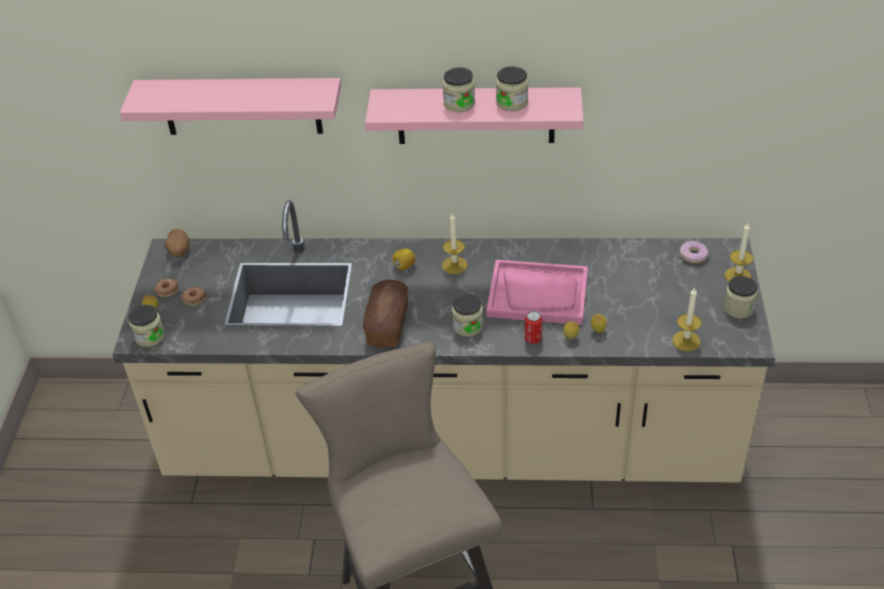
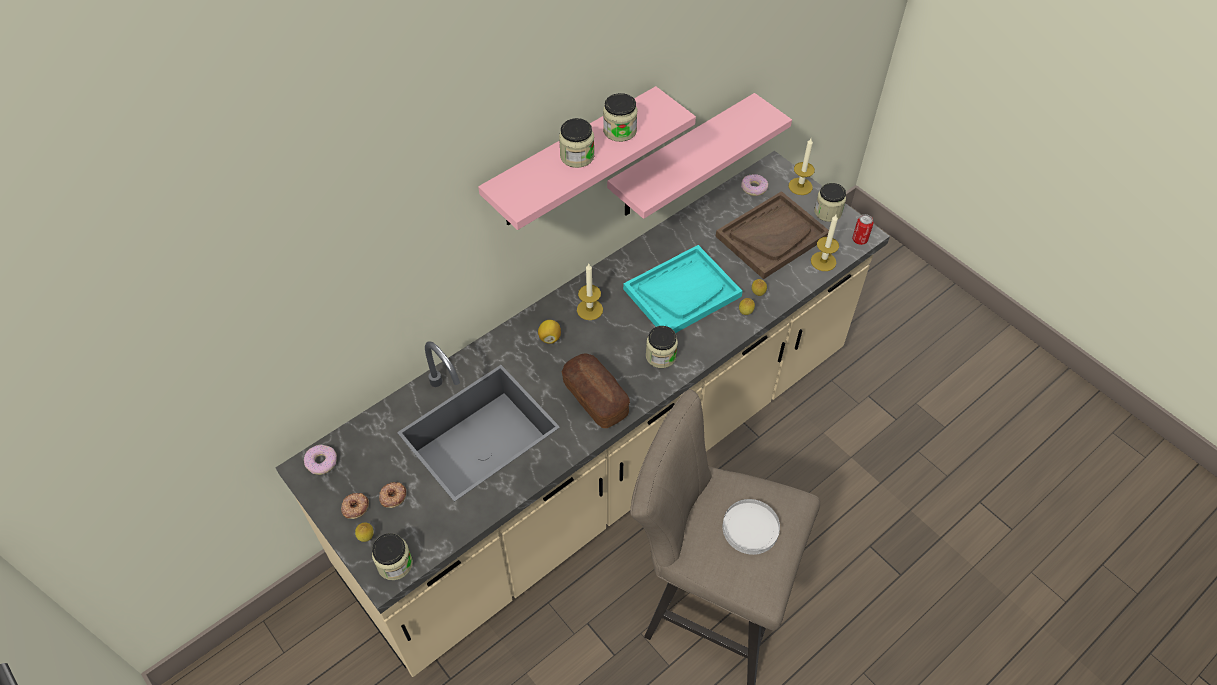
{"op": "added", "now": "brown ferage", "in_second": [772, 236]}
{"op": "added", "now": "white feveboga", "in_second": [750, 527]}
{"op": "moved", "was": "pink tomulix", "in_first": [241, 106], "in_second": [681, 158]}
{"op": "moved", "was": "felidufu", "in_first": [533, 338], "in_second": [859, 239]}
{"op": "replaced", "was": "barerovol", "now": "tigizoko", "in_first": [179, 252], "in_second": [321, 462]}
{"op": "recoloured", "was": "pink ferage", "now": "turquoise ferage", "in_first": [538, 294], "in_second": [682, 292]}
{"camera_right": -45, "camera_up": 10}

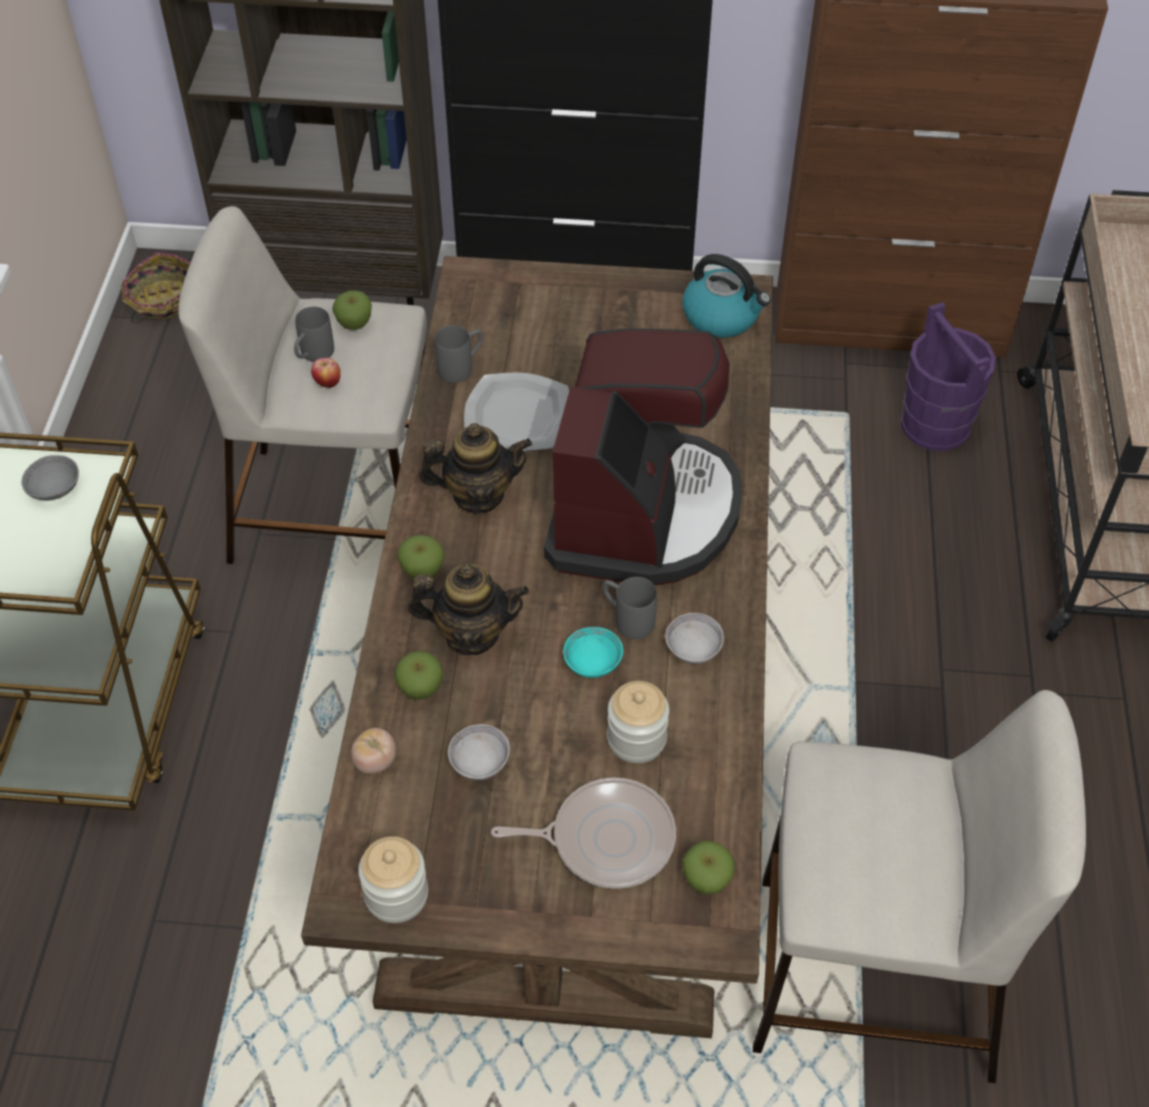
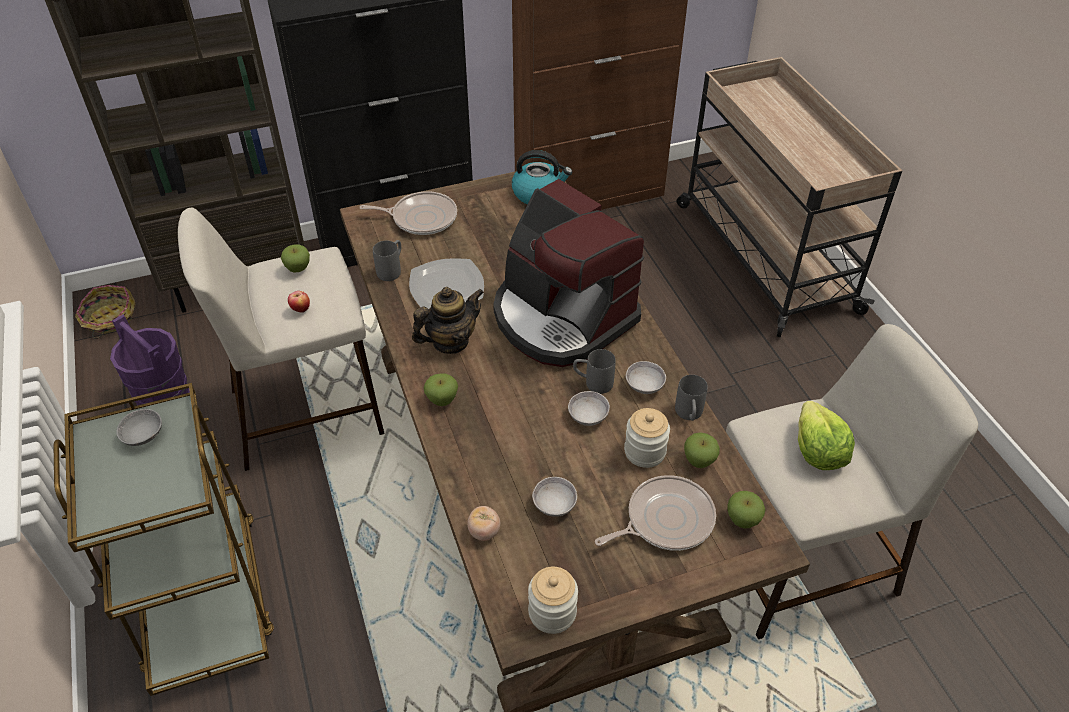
{"op": "removed", "was": "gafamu", "in_first": [471, 633]}
{"op": "added", "now": "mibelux", "in_second": [421, 218]}
{"op": "added", "now": "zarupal", "in_second": [817, 450]}
{"op": "moved", "was": "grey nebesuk", "in_first": [313, 356], "in_second": [689, 415]}
{"op": "moved", "was": "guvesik", "in_first": [420, 689], "in_second": [699, 461]}
{"op": "moved", "was": "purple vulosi", "in_first": [935, 425], "in_second": [164, 398]}
{"op": "recoloured", "was": "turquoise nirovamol", "now": "grey nirovamol", "in_first": [593, 663], "in_second": [588, 416]}
{"op": "turned", "was": "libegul", "in_first": [642, 512], "in_second": [561, 317], "clockwise": 150}
{"camera_right": -25, "camera_up": -5}

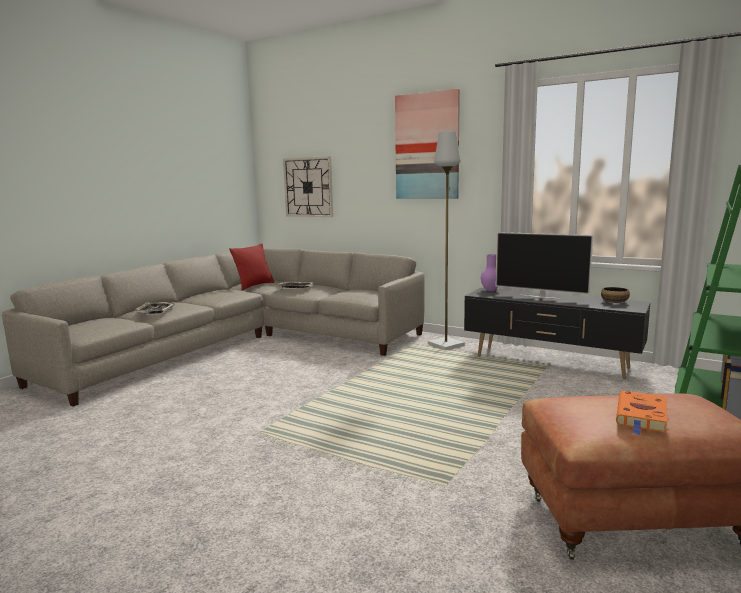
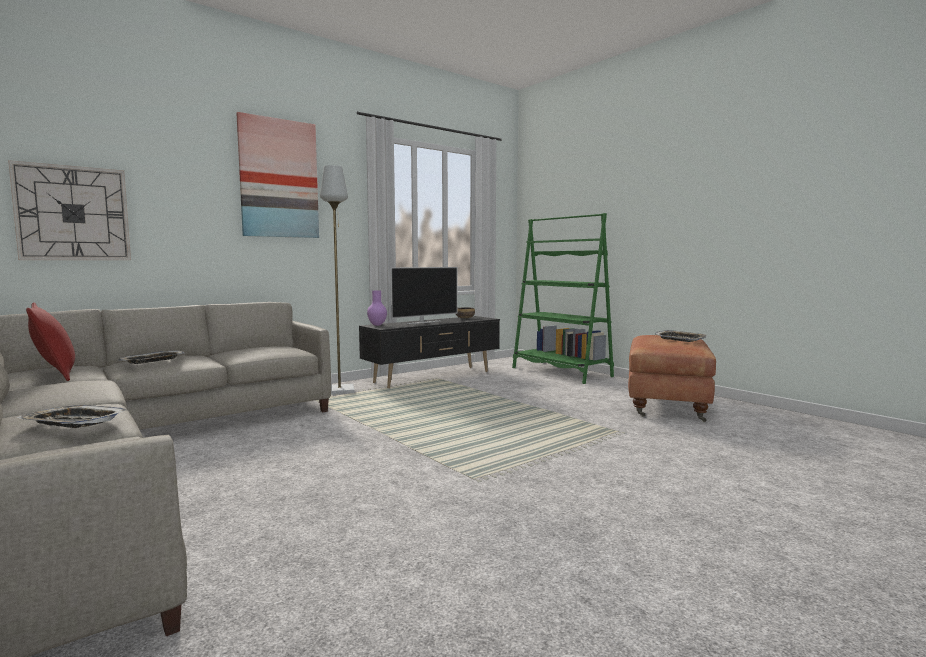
{"op": "replaced", "was": "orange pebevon", "now": "ferage", "in_first": [641, 416], "in_second": [680, 339]}
{"camera_right": -70, "camera_up": -5}

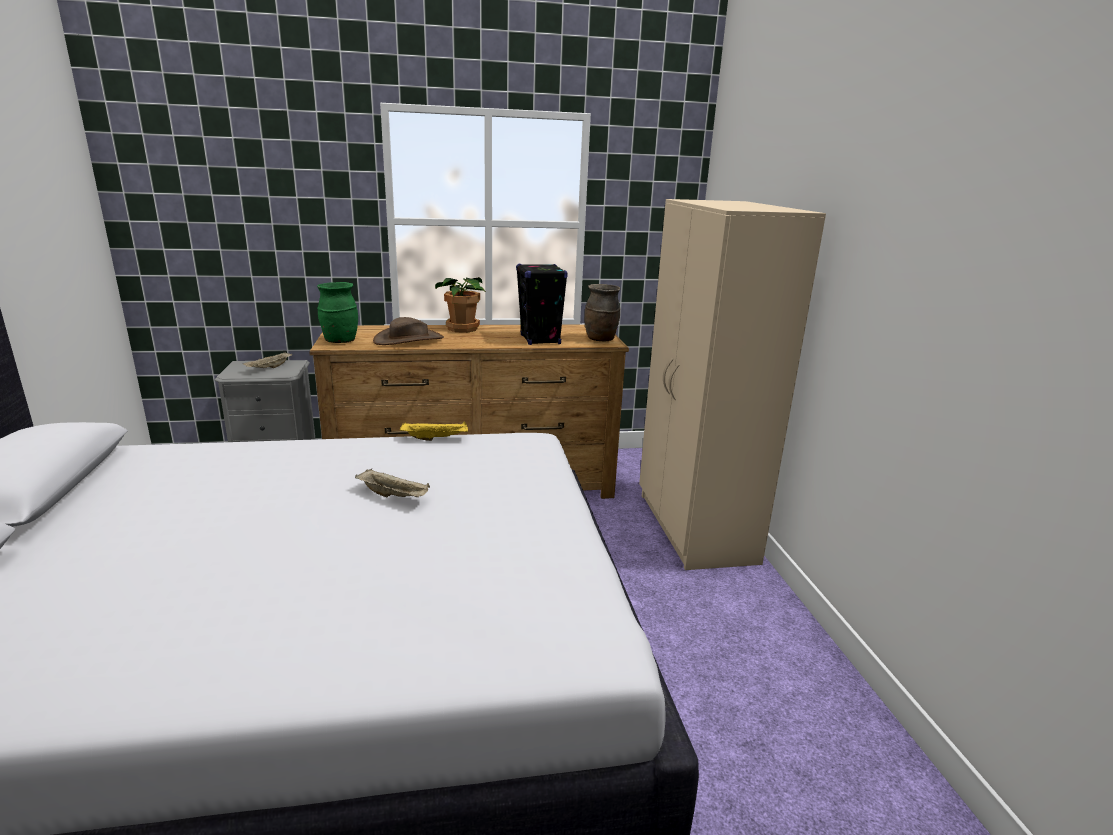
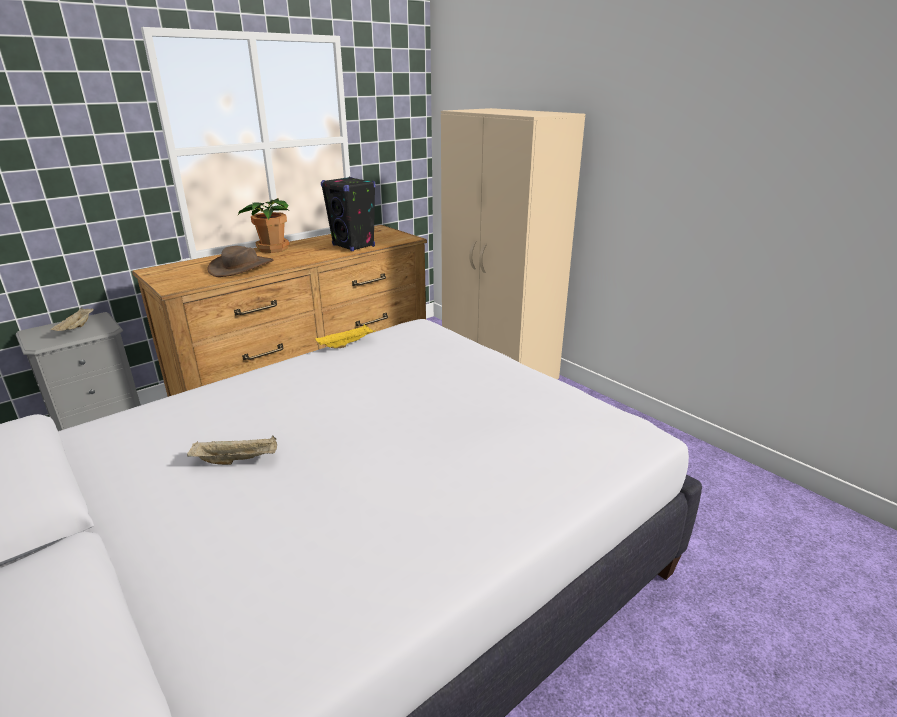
{"op": "removed", "was": "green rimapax", "in_first": [340, 341]}
{"op": "removed", "was": "brown rimapax", "in_first": [601, 339]}
{"op": "moved", "was": "beige ferage", "in_first": [394, 496], "in_second": [237, 460]}
{"camera_right": -30, "camera_up": 5}

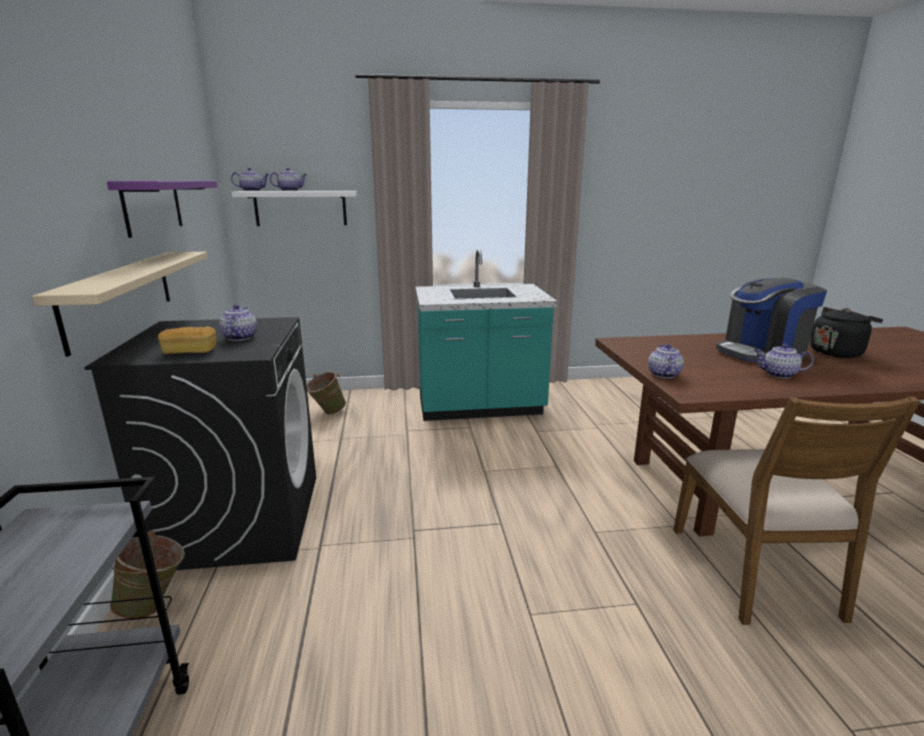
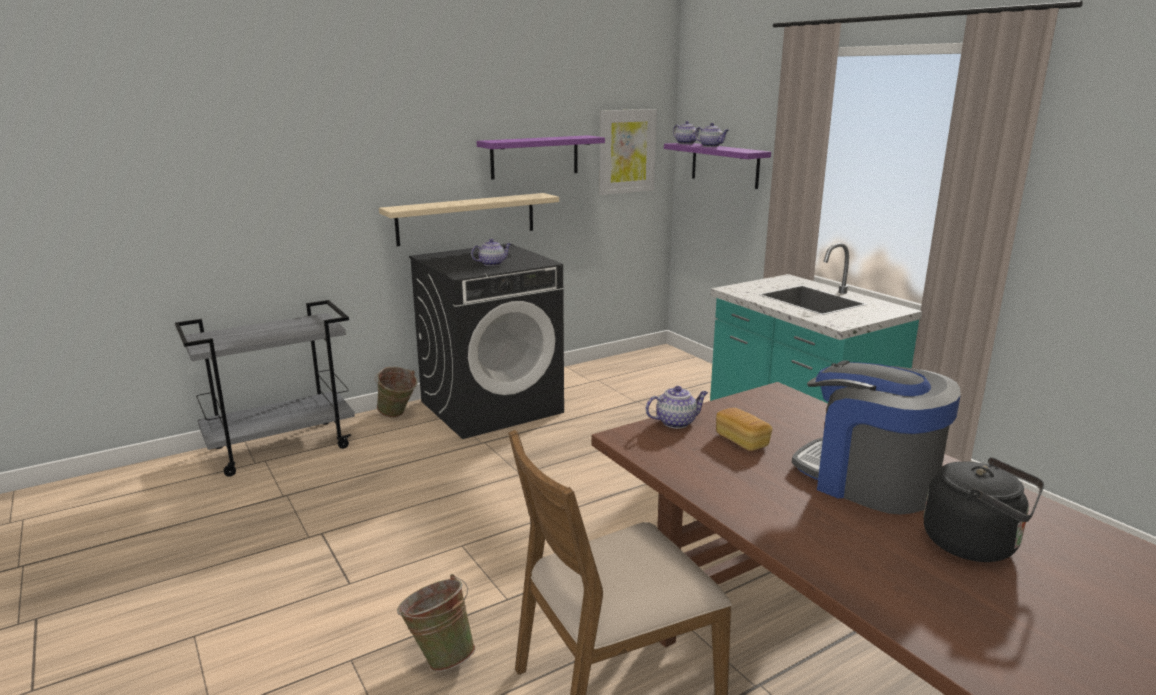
{"op": "removed", "was": "gafamu", "in_first": [778, 374]}
{"op": "added", "now": "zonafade", "in_second": [627, 151]}
{"op": "moved", "was": "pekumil", "in_first": [190, 351], "in_second": [742, 441]}
{"op": "moved", "was": "green vulosi", "in_first": [327, 412], "in_second": [440, 656]}
{"op": "recoloured", "was": "white tomulix", "now": "purple tomulix", "in_first": [300, 208], "in_second": [725, 165]}
{"camera_right": 65, "camera_up": 0}

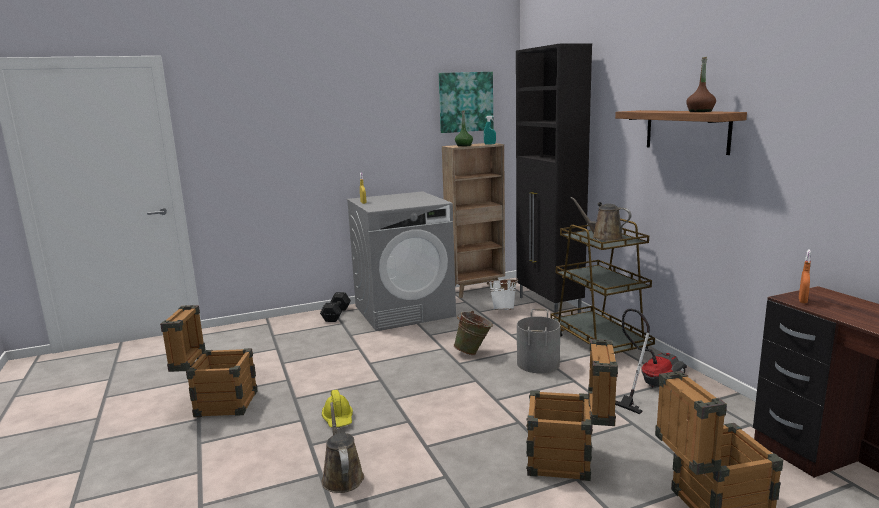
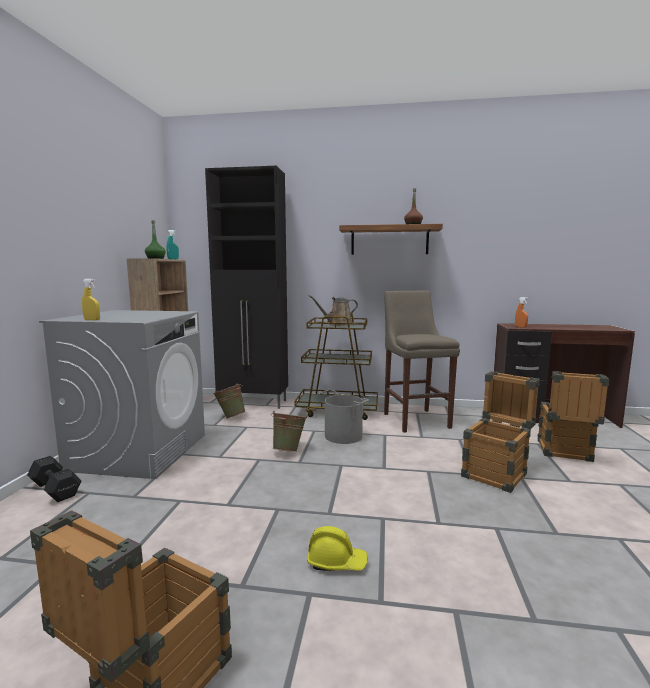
{"op": "removed", "was": "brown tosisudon", "in_first": [342, 476]}
{"op": "removed", "was": "zonafade", "in_first": [465, 102]}
{"op": "replaced", "was": "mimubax", "now": "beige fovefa", "in_first": [649, 385], "in_second": [415, 419]}
{"op": "recoloured", "was": "white vulosi", "now": "green vulosi", "in_first": [503, 310], "in_second": [230, 417]}
{"camera_right": -60, "camera_up": -5}

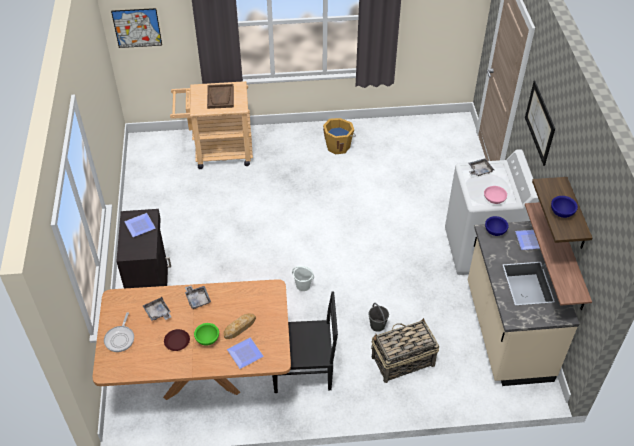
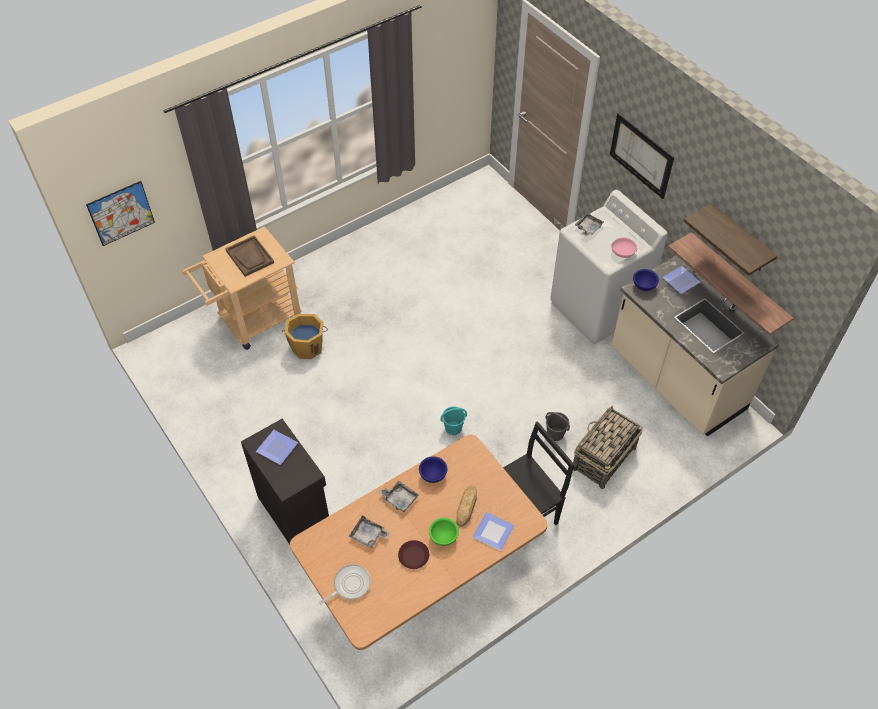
{"op": "moved", "was": "orange vulosi", "in_first": [338, 146], "in_second": [307, 346]}
{"op": "moved", "was": "blue nirovamol", "in_first": [562, 213], "in_second": [433, 475]}
{"op": "recoloured", "was": "white vulosi", "now": "turquoise vulosi", "in_first": [303, 285], "in_second": [453, 428]}
{"op": "turned", "was": "mibelux", "in_first": [120, 338], "in_second": [350, 585], "clockwise": -105}
{"camera_right": -30, "camera_up": 5}

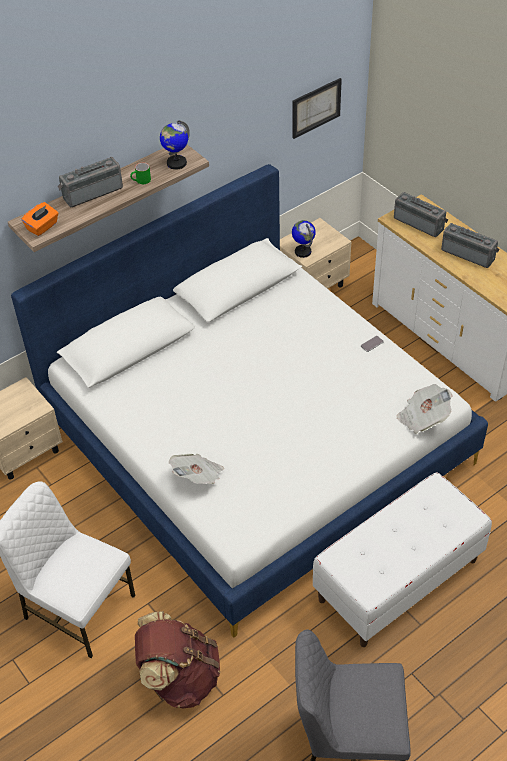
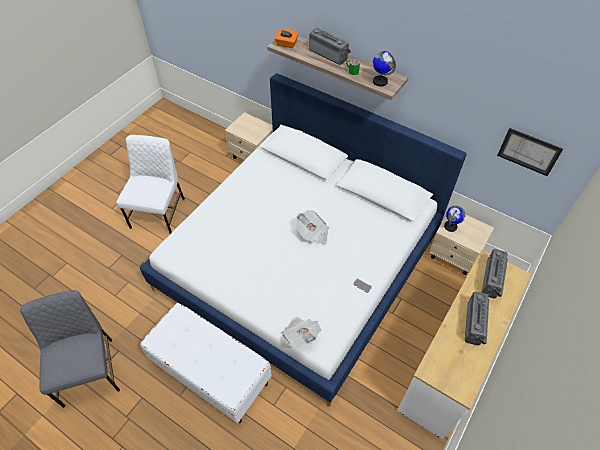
{"op": "removed", "was": "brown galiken", "in_first": [180, 677]}
{"op": "moved", "was": "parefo", "in_first": [198, 476], "in_second": [313, 233]}
{"camera_right": 70, "camera_up": 5}

